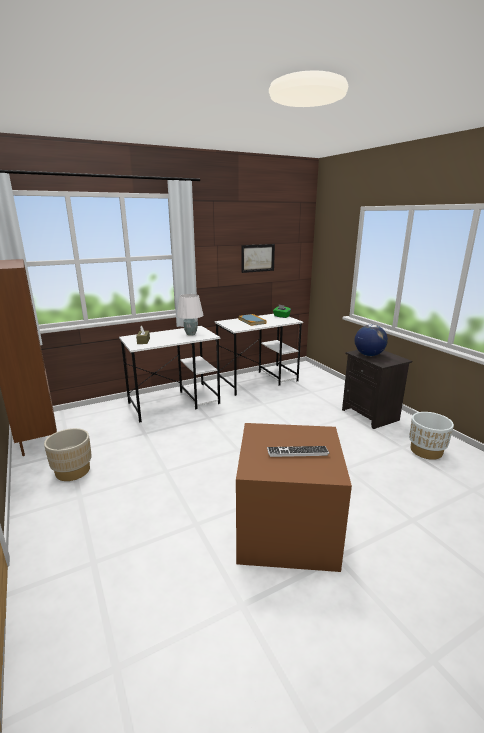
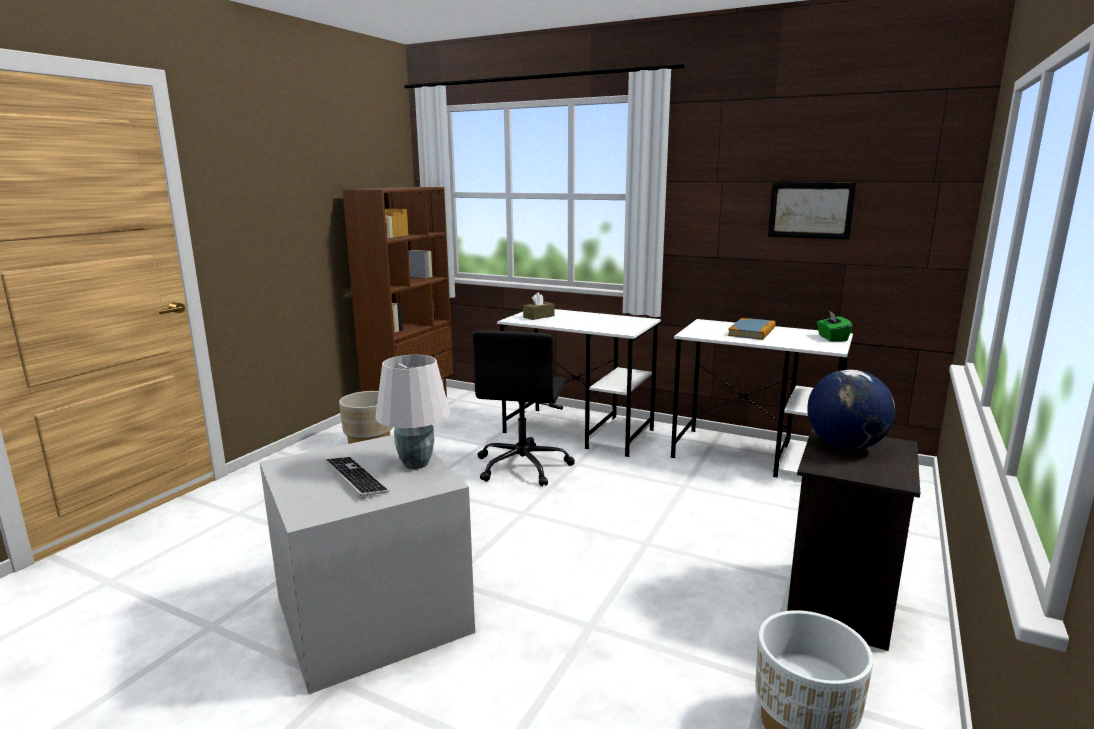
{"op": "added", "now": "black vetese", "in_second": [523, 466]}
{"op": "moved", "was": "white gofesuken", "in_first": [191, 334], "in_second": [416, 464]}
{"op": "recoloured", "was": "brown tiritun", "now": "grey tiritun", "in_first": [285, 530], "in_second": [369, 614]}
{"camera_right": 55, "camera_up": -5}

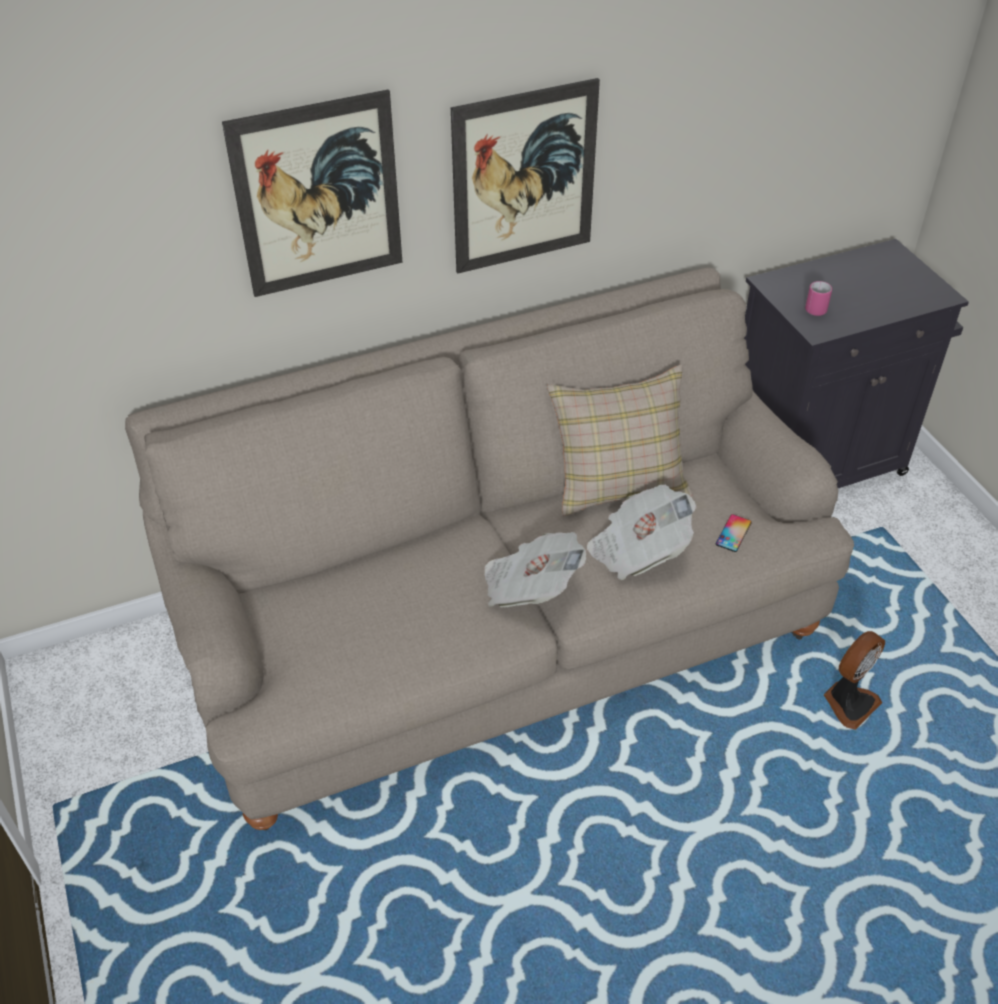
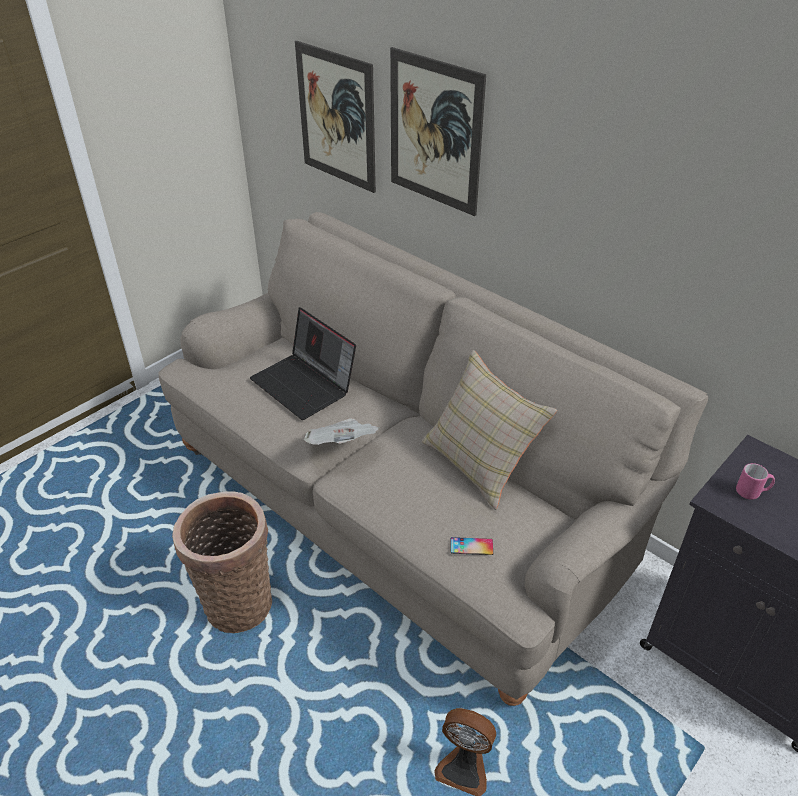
{"op": "removed", "was": "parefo", "in_first": [638, 550]}
{"op": "added", "now": "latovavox", "in_second": [236, 601]}
{"op": "added", "now": "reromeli", "in_second": [305, 385]}
{"op": "moved", "was": "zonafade", "in_first": [524, 178], "in_second": [336, 117]}
{"camera_right": 65, "camera_up": -5}

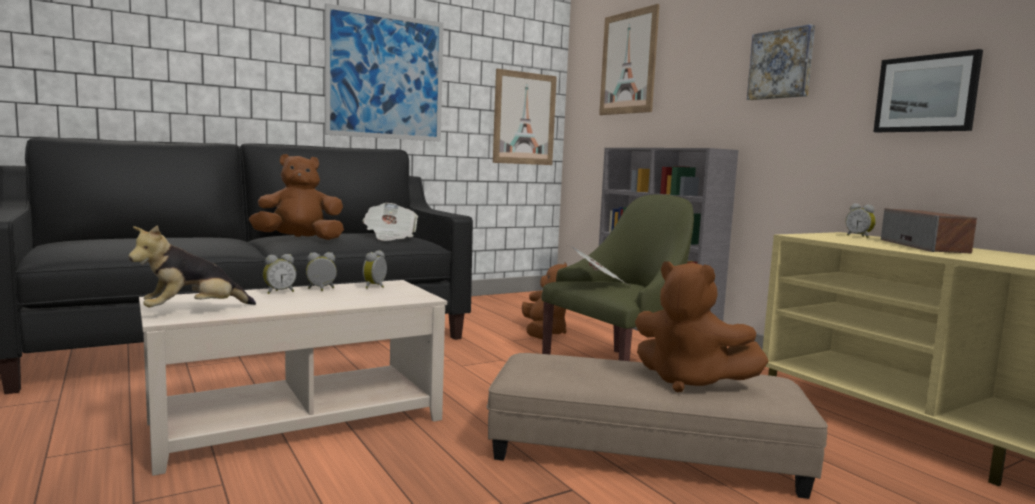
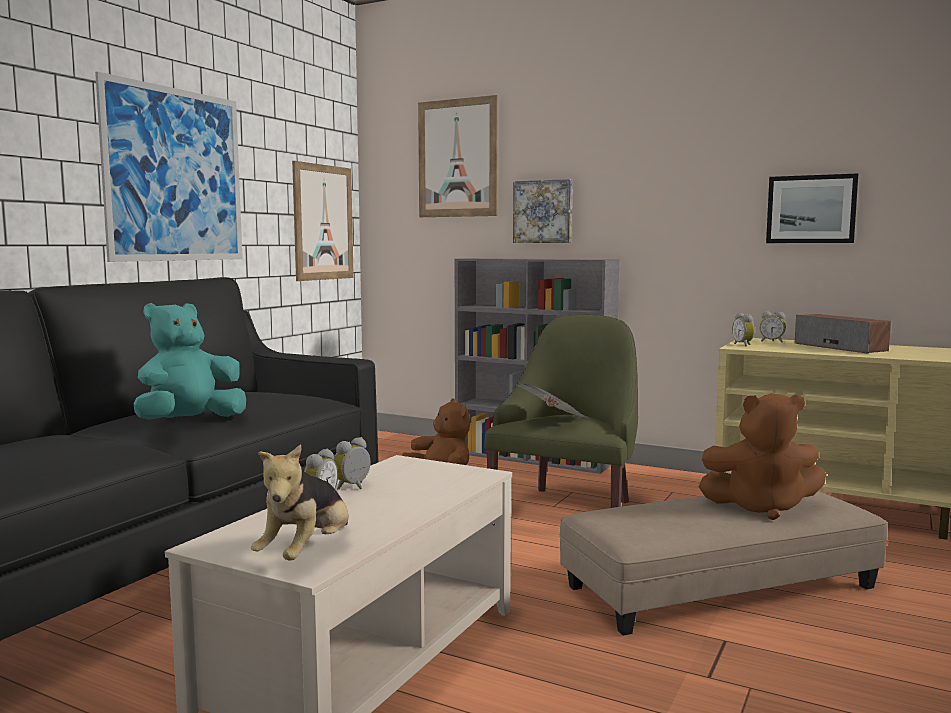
{"op": "removed", "was": "parefo", "in_first": [390, 237]}
{"op": "moved", "was": "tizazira", "in_first": [376, 287], "in_second": [743, 345]}
{"op": "moved", "was": "zonafade", "in_first": [781, 64], "in_second": [543, 212]}
{"op": "recoloured", "was": "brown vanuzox", "now": "turquoise vanuzox", "in_first": [299, 239], "in_second": [189, 422]}
{"camera_right": -30, "camera_up": 0}

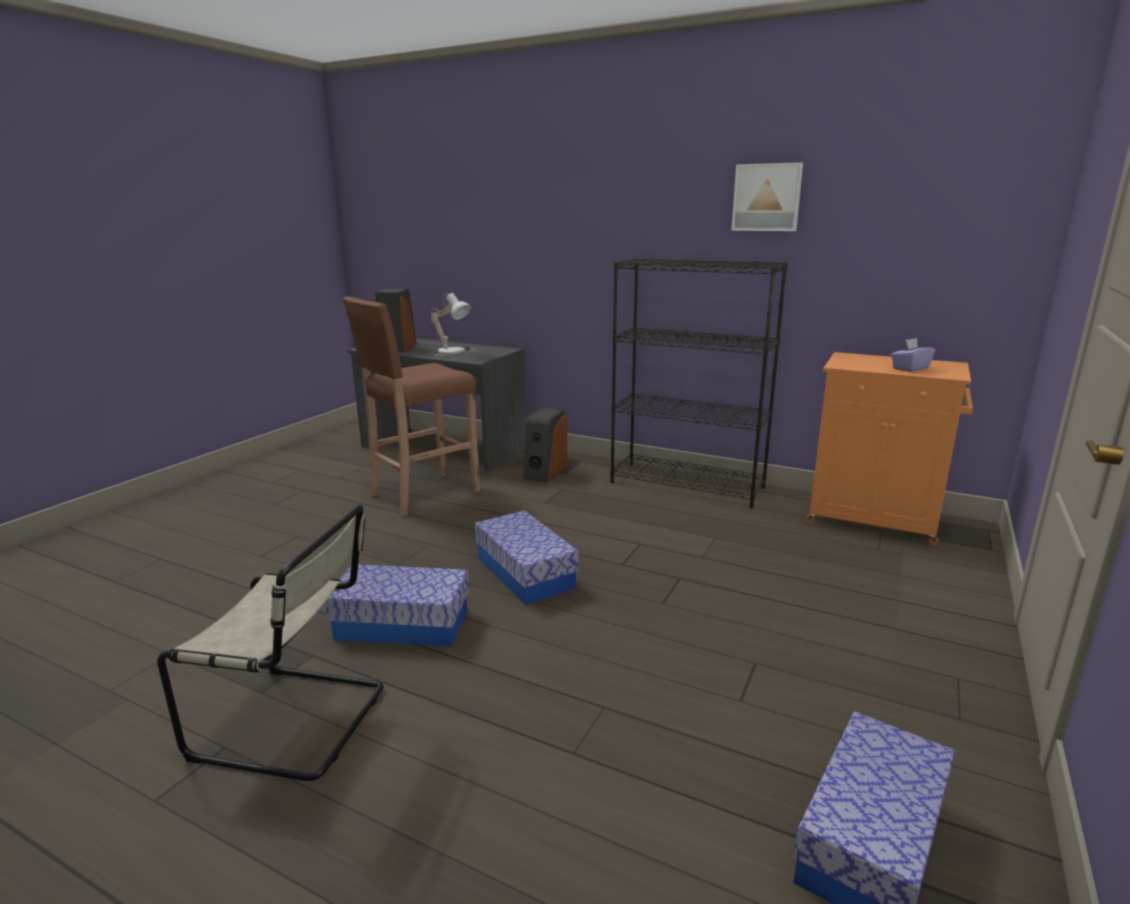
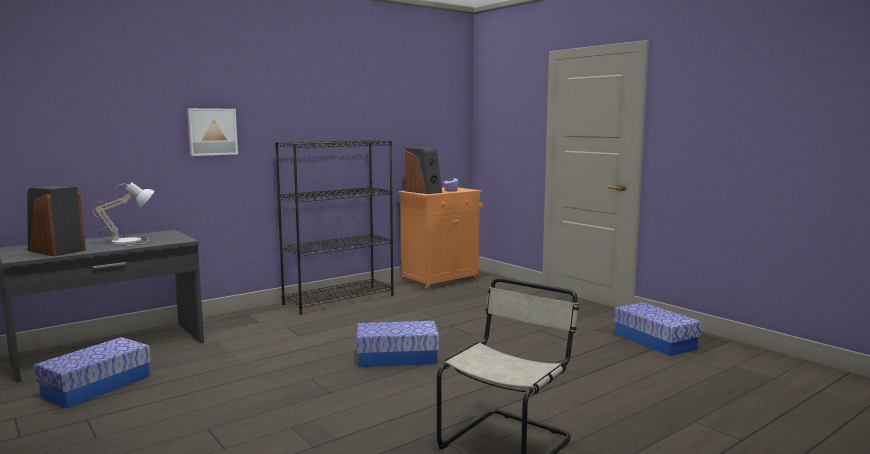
{"op": "removed", "was": "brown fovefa", "in_first": [422, 494]}
{"op": "moved", "was": "tiritun", "in_first": [402, 624], "in_second": [97, 386]}
{"op": "moved", "was": "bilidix", "in_first": [544, 472], "in_second": [424, 192]}
{"op": "moved", "was": "zonafade", "in_first": [767, 197], "in_second": [212, 131]}
{"camera_right": -65, "camera_up": -10}

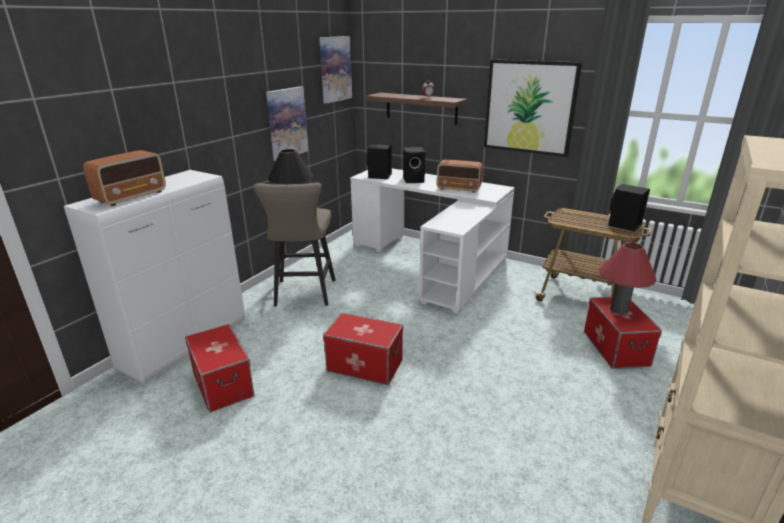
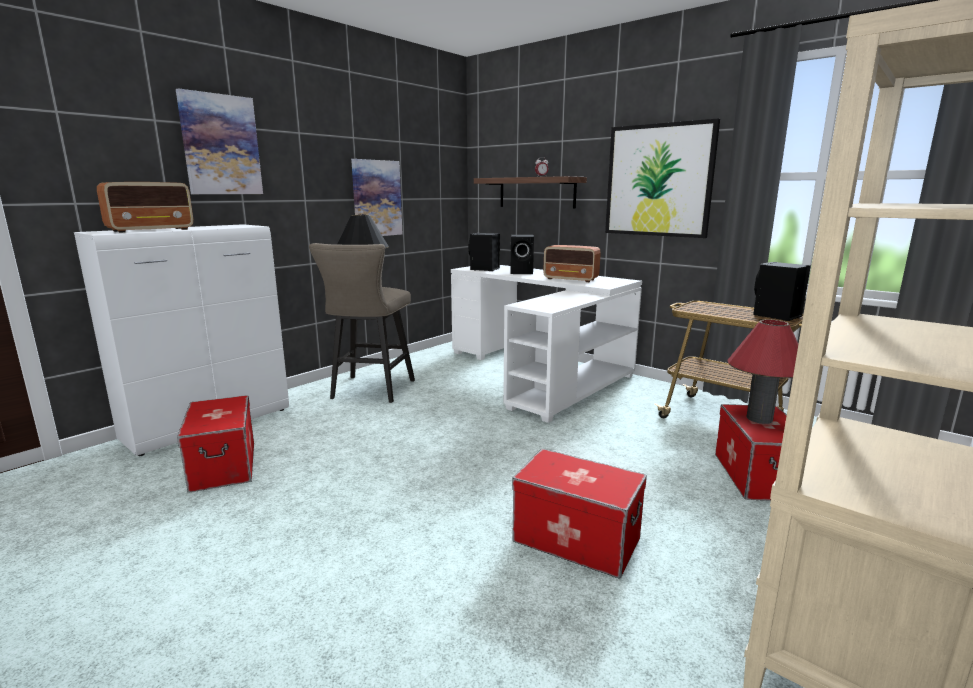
{"op": "moved", "was": "zonafade", "in_first": [335, 69], "in_second": [221, 145]}
{"op": "moved", "was": "tiritun", "in_first": [365, 365], "in_second": [576, 539]}
{"camera_right": 10, "camera_up": -10}

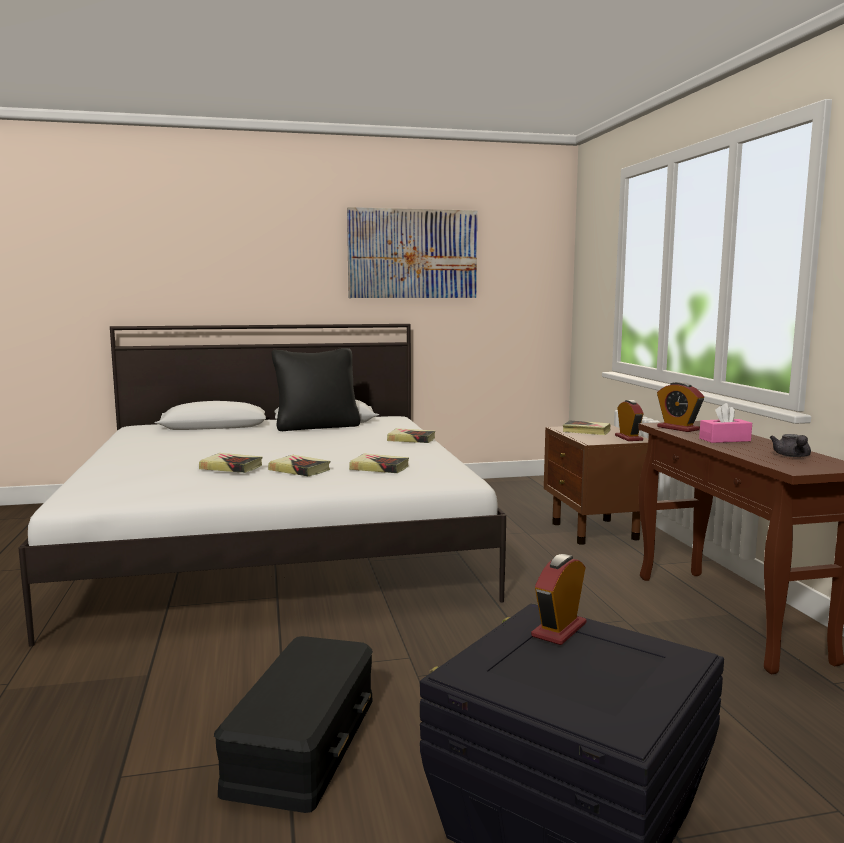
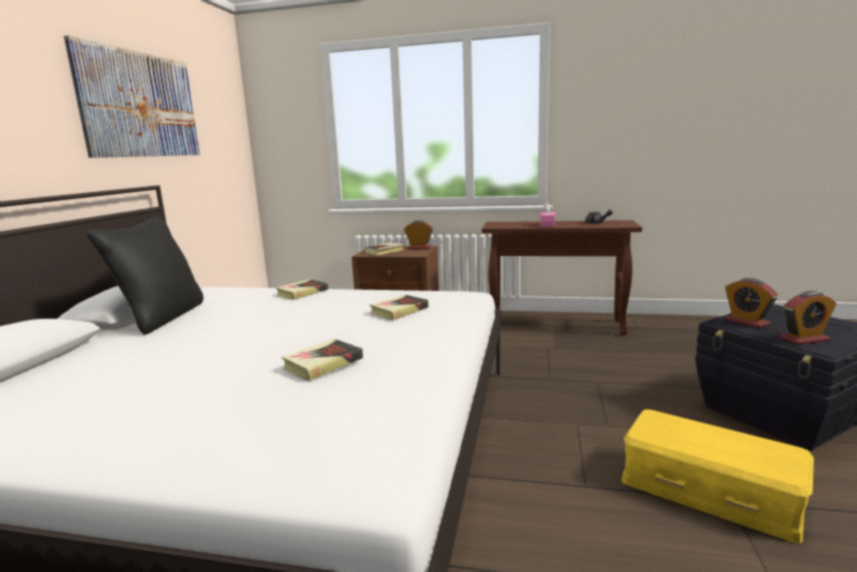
{"op": "removed", "was": "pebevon", "in_first": [299, 470]}
{"op": "moved", "was": "tizazira", "in_first": [678, 428], "in_second": [804, 339]}
{"op": "recoloured", "was": "black tiritun", "now": "yellow tiritun", "in_first": [305, 743], "in_second": [709, 489]}
{"camera_right": -65, "camera_up": 5}

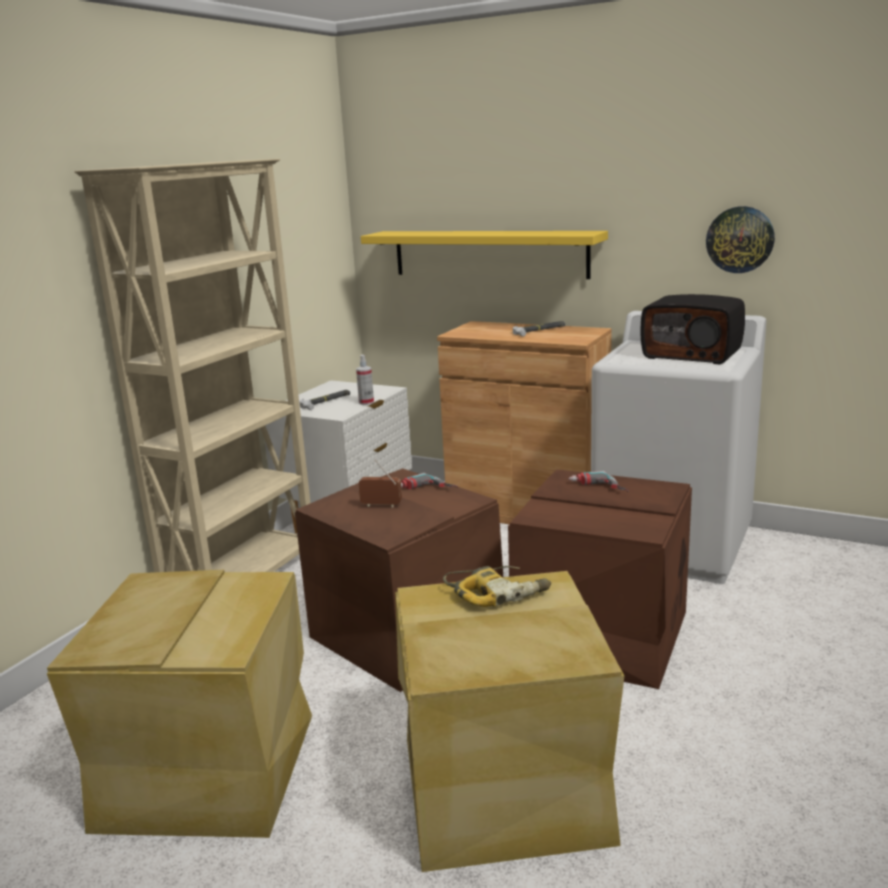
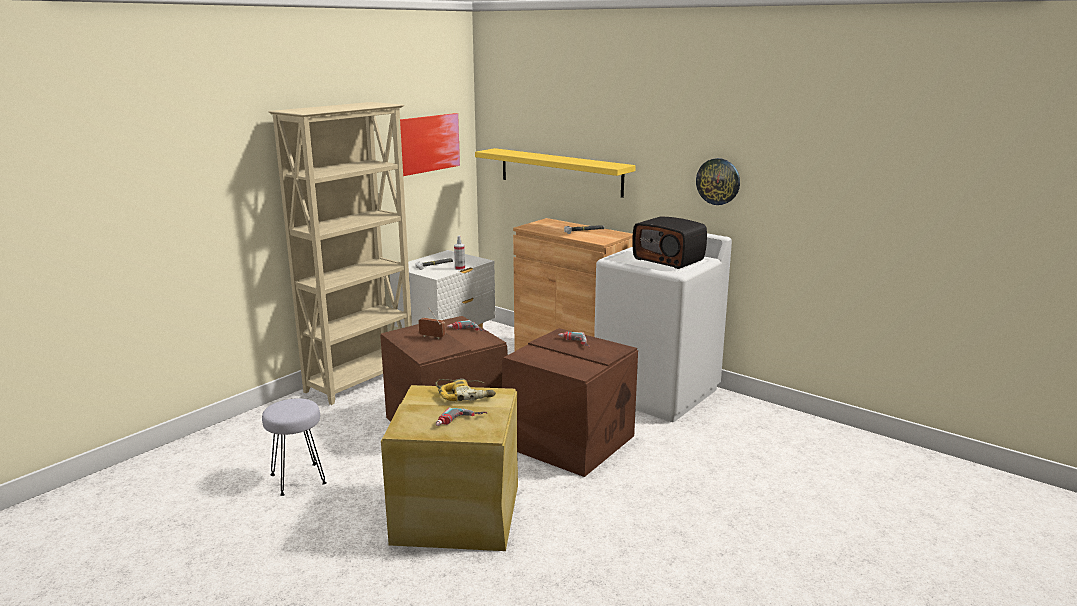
{"op": "added", "now": "zonafade", "in_second": [428, 143]}
{"op": "added", "now": "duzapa", "in_second": [461, 422]}
{"op": "replaced", "was": "beige tiritun", "now": "grey fovefa", "in_first": [212, 768], "in_second": [298, 479]}
{"camera_right": 10, "camera_up": 0}

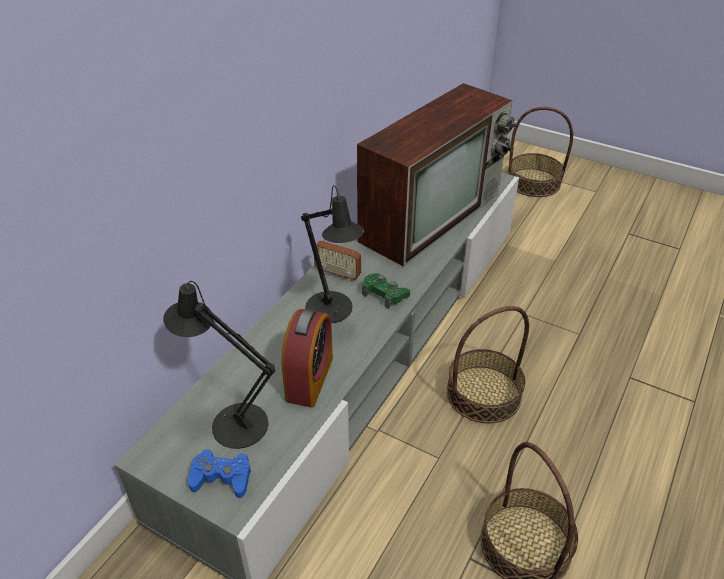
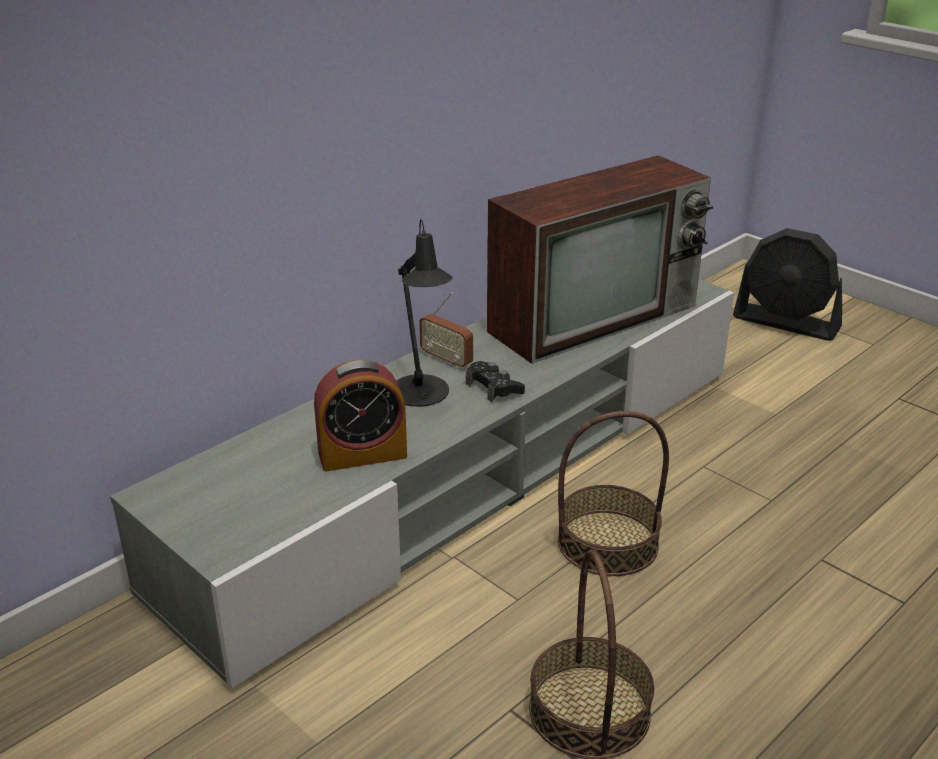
{"op": "removed", "was": "black gofesuken", "in_first": [232, 422]}
{"op": "removed", "was": "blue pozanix", "in_first": [222, 478]}
{"op": "replaced", "was": "latovavox", "now": "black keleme", "in_first": [533, 182], "in_second": [786, 323]}
{"op": "recoloured", "was": "green pozanix", "now": "black pozanix", "in_first": [384, 294], "in_second": [494, 387]}
{"op": "turned", "was": "tizazira", "in_first": [309, 379], "in_second": [362, 454], "clockwise": 45}
{"camera_right": 15, "camera_up": -10}

